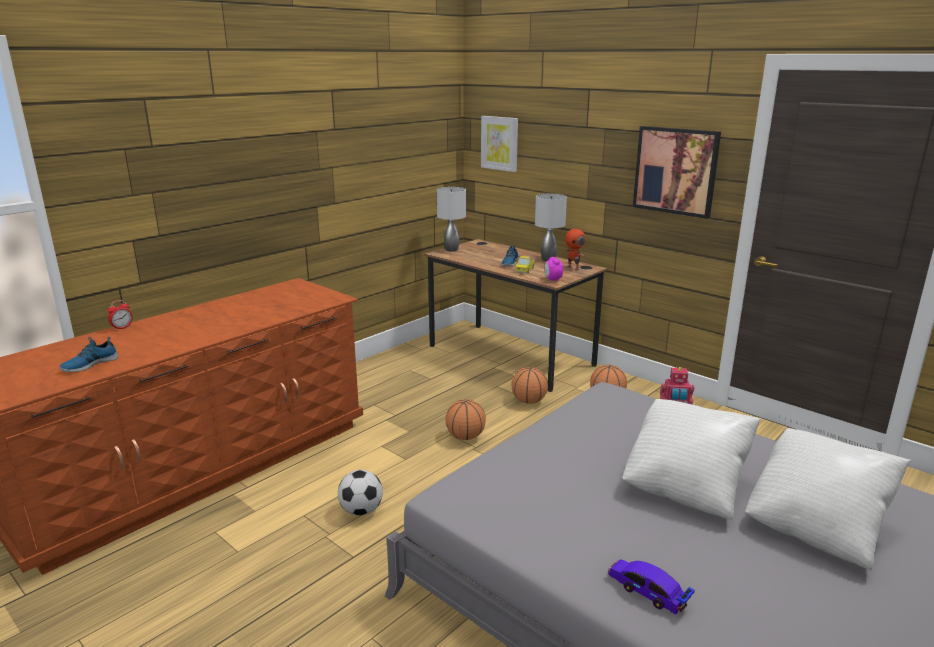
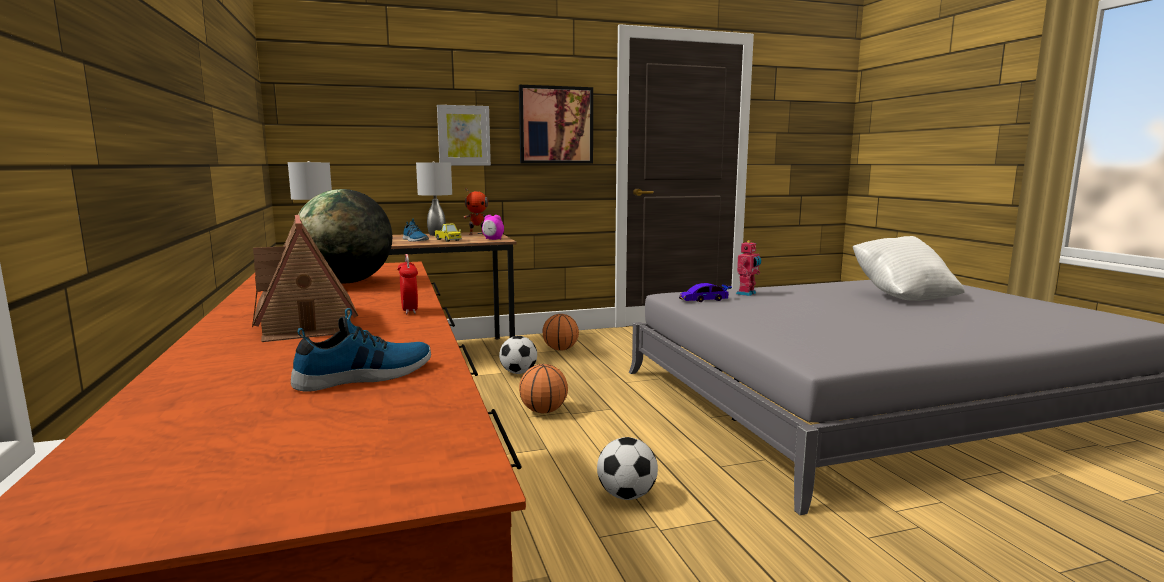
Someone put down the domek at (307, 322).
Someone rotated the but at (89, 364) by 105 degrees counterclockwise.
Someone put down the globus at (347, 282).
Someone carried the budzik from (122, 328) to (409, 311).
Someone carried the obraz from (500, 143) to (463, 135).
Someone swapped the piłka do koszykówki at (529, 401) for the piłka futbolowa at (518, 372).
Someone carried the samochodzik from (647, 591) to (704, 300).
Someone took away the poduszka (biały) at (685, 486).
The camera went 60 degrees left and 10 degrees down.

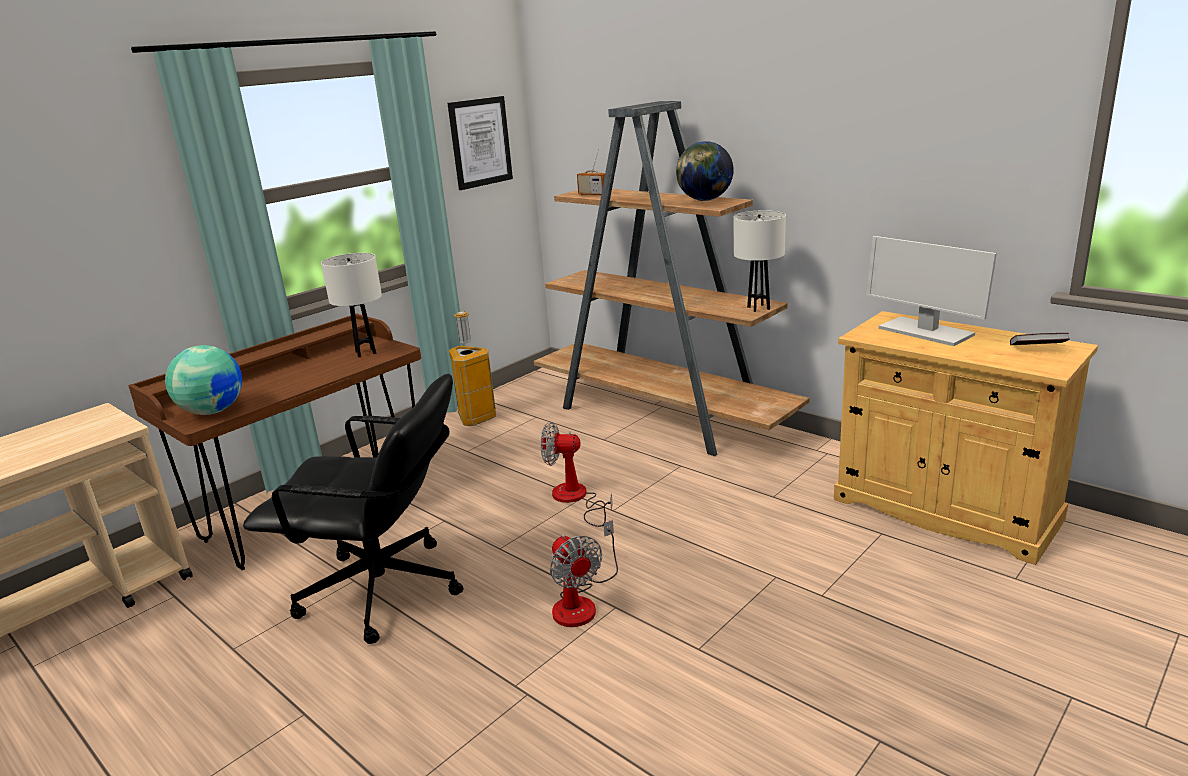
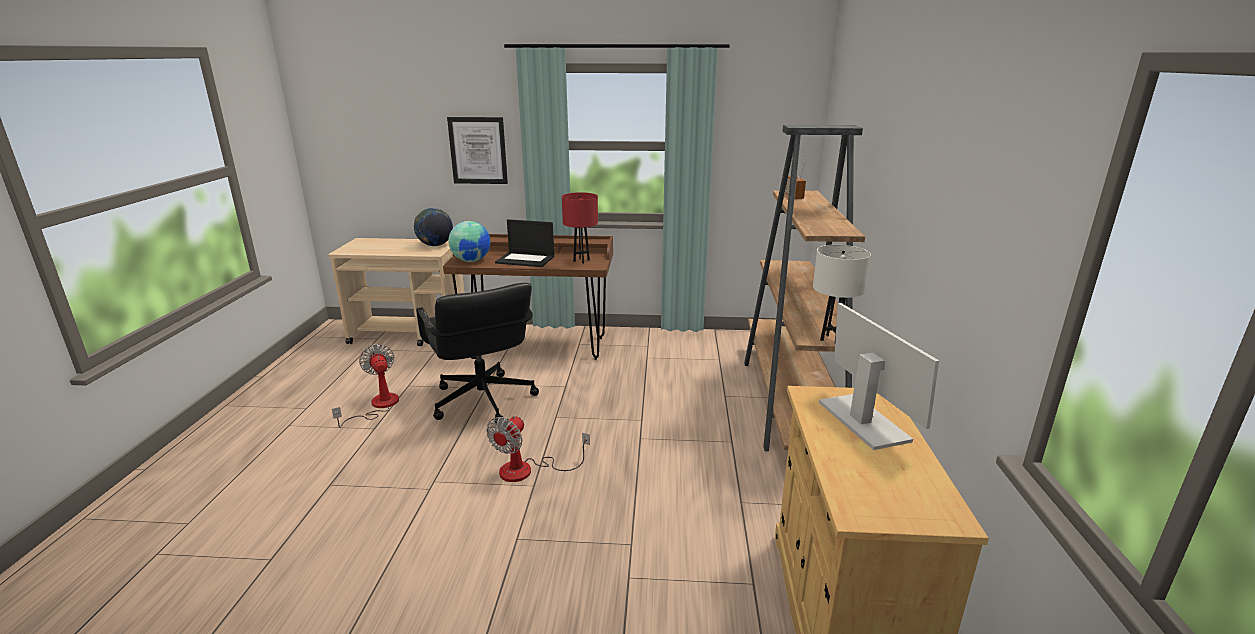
Someone carried the wentylator from (575, 499) to (377, 406).
Someone carried the globus from (705, 200) to (435, 245).
Someone carried the obraz from (480, 142) to (478, 150).
Someone put down the laptop at (526, 259).
Someone repainted the lampa stołowa (biały) at (366, 353), which became the lampa stołowa (czerwony) at (581, 261).
Someone rotated the monitor at (924, 332) by 150 degrees clockwise.
Someone took away the kosz na śmieci at (475, 418).
Someone took away the książka at (1037, 349).
The camera went 50 degrees right and 0 degrees up.

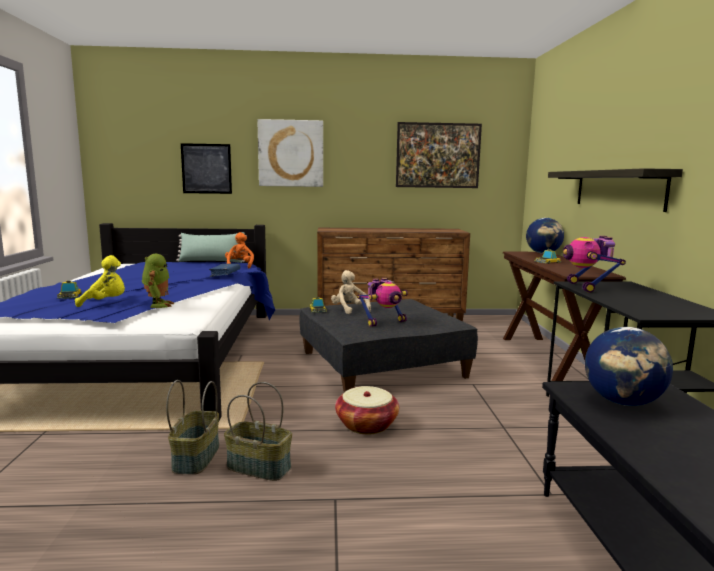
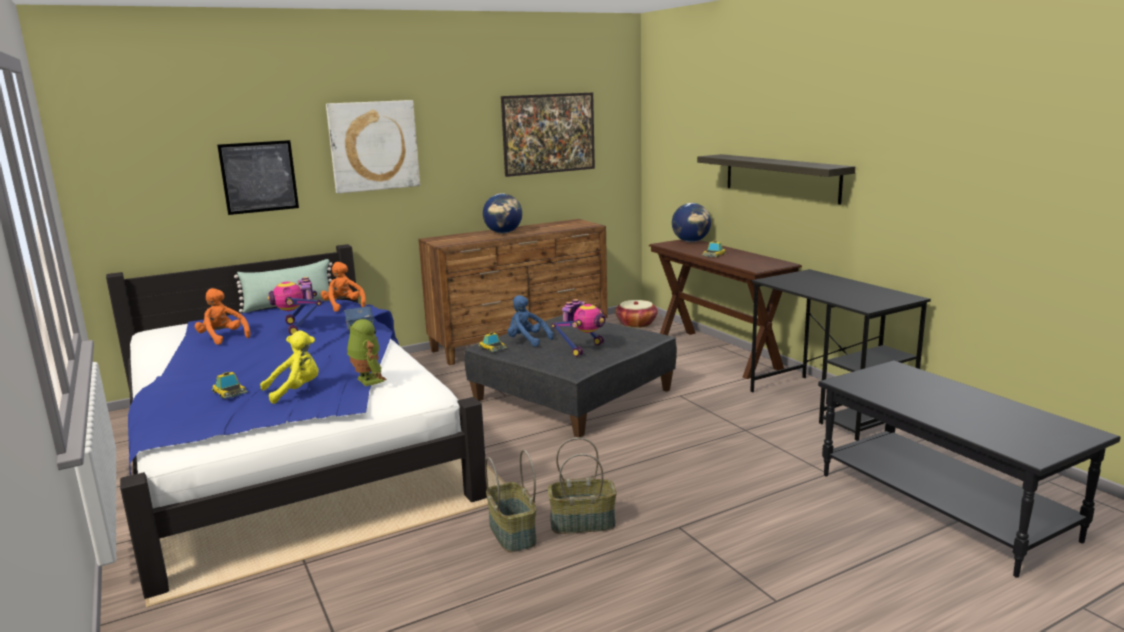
Someone put down the pluszak (pomarańczowy) at (223, 338).
Someone carried the robot zabawkowy from (587, 287) to (299, 328).
Someone carried the globus from (623, 402) to (503, 233).
Someone repainted the pluszak (beżowy) at (349, 310), which became the pluszak (niebieski) at (527, 341).
Someone carried the koszyk from (366, 425) to (636, 324).
The camera went 25 degrees left and 5 degrees up.

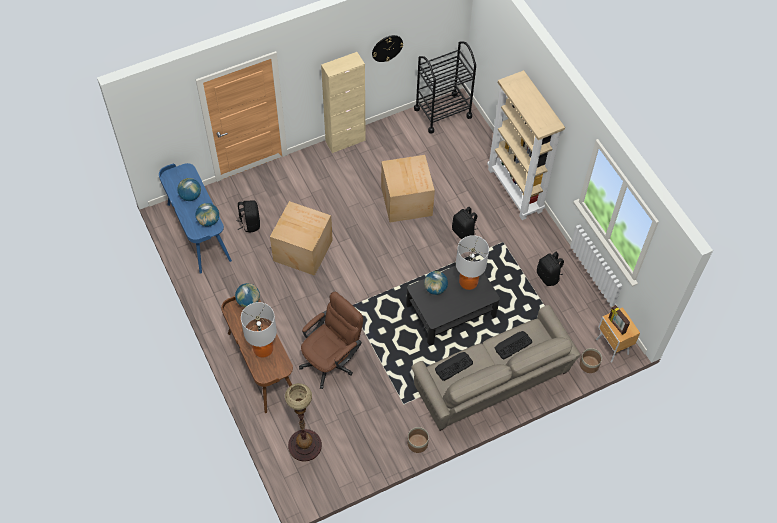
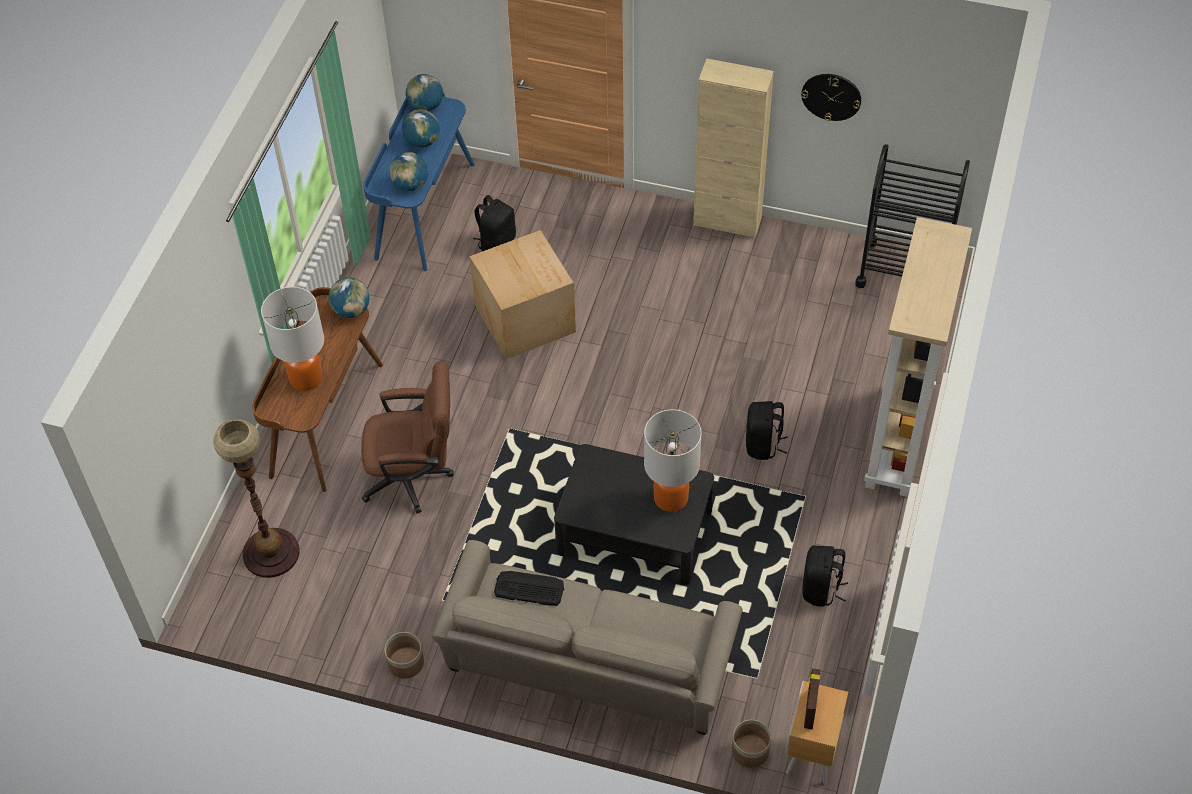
Someone carried the globus from (435, 288) to (426, 106).
Someone took away the karton at (407, 200).
Someone took away the klawiatura at (513, 345).
The camera went 45 degrees right and 5 degrees down.

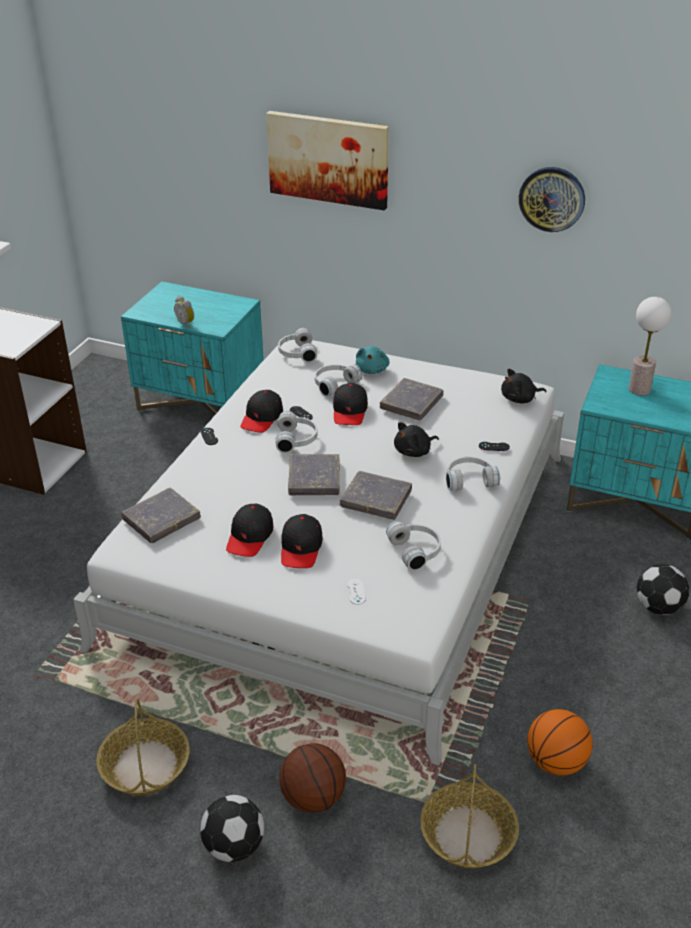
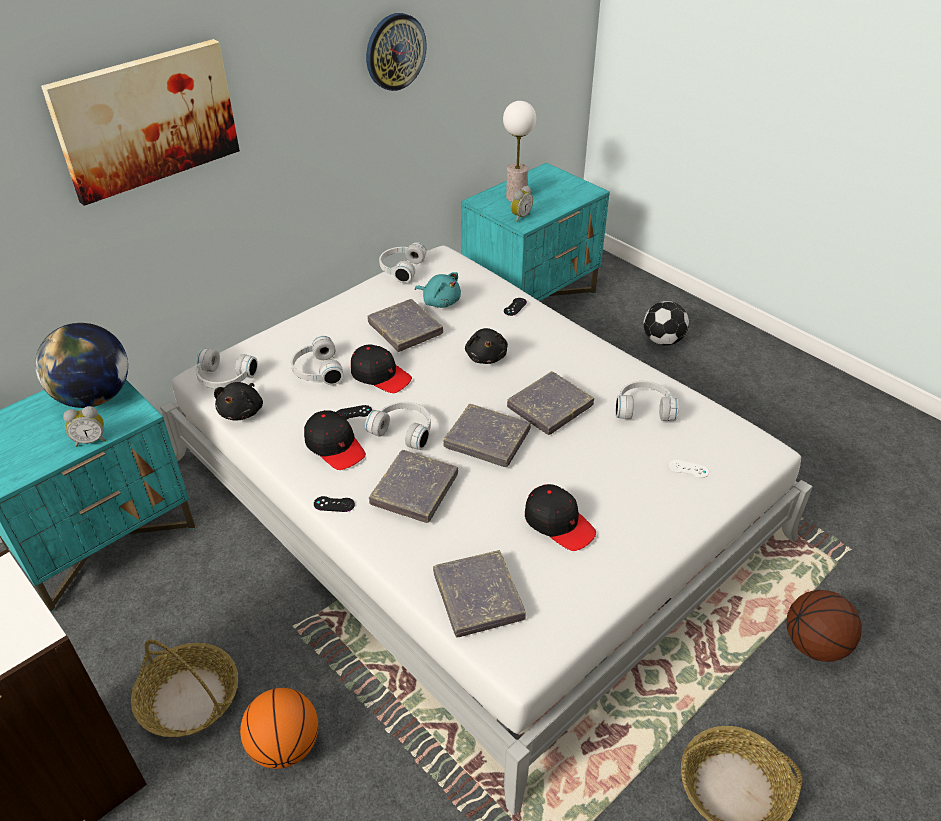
Someone put down the globus at (95, 397).
Someone carried the koszyk from (468, 835) to (190, 699).
Someone carried the pluszak (czarny) from (520, 399) to (242, 411).
Someone carried the piłka do koszykówki from (556, 762) to (285, 746).
Someone put down the książka (szary) at (415, 490).
Someone carried the słuchawki (biały) from (469, 479) to (400, 269).
Someone carried the pluszak (turkusowy) from (372, 370) to (440, 301).
Someone put down the budzik at (520, 217).
Someone took away the piłka futbolowa at (233, 847).
Someone took away the czapka z daszkiem (czarny) at (301, 548).
The camera went 65 degrees left and 5 degrees up.

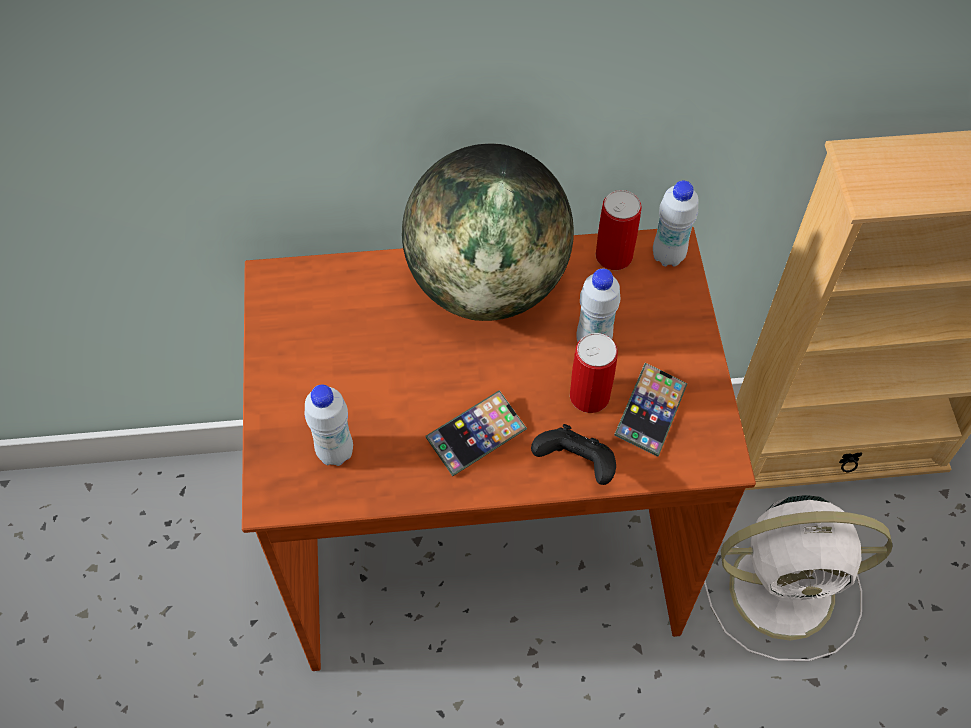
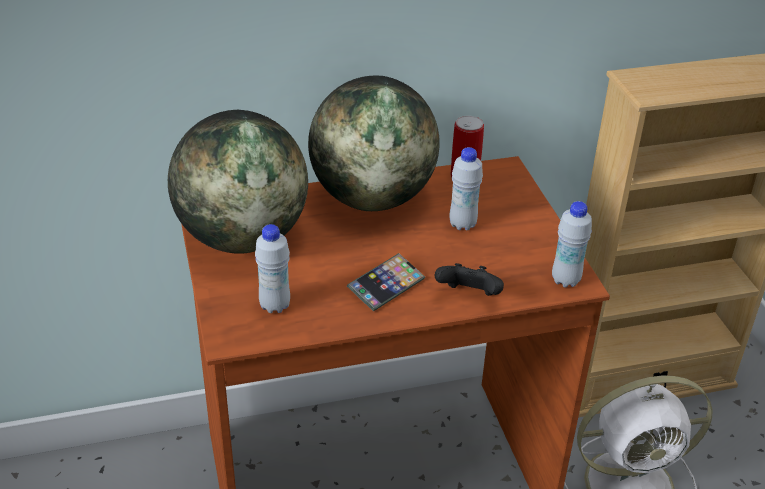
Someone put down the globus at (242, 238).
Someone carried the butelka (biały) from (668, 256) to (565, 280).
Someone took away the puszka at (589, 396).
Someone took away the telefon at (650, 412).
The camera went 10 degrees left and 20 degrees down.

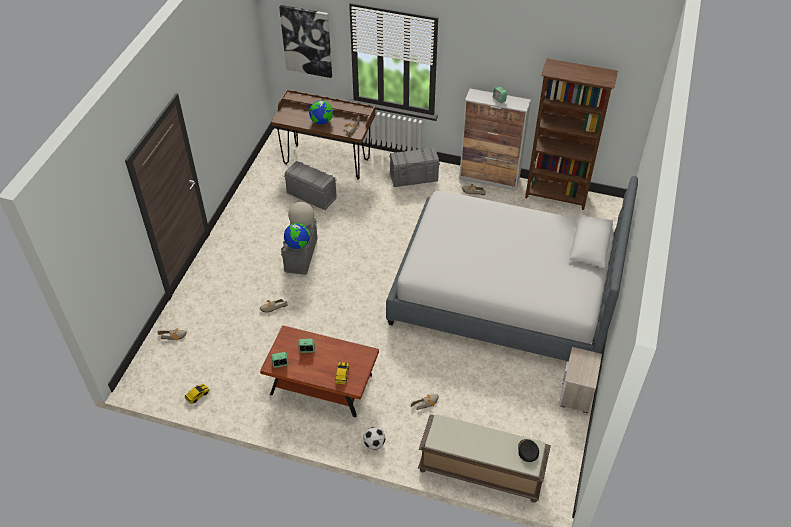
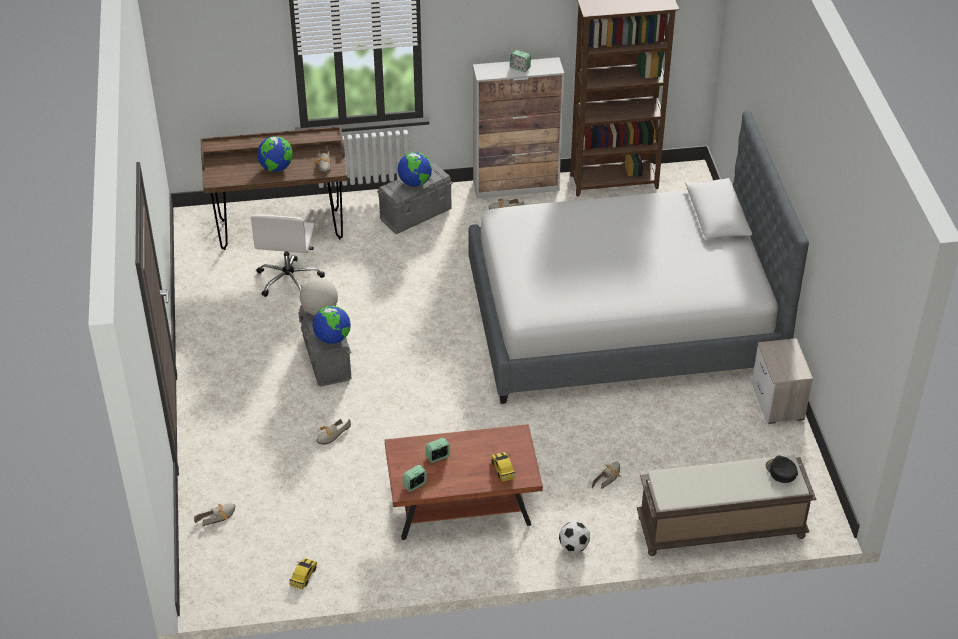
Someone swapped the pojemnik do przechowywania (szary) at (311, 196) for the krzesło biurowe (biały) at (289, 279).
Someone put down the globus at (415, 183).
Someone took away the obraz at (307, 41).
The camera went 25 degrees left and 5 degrees down.

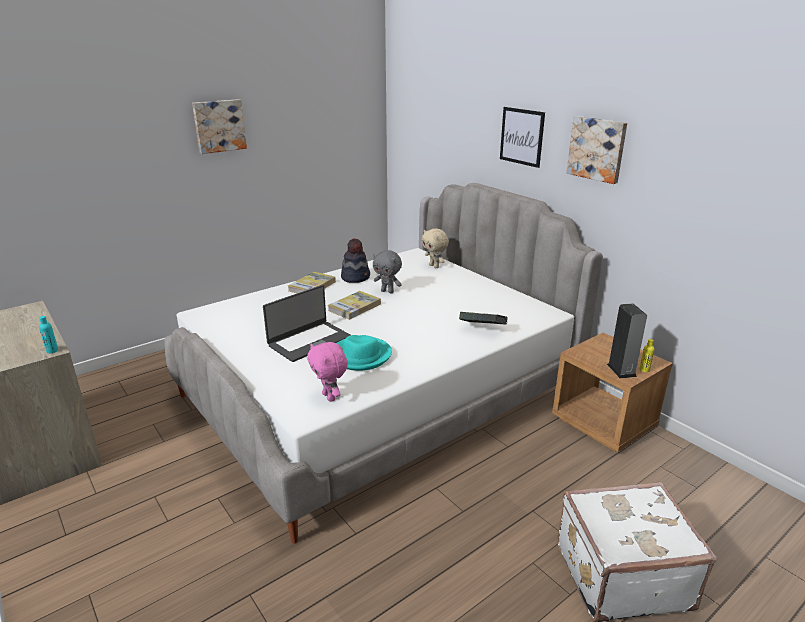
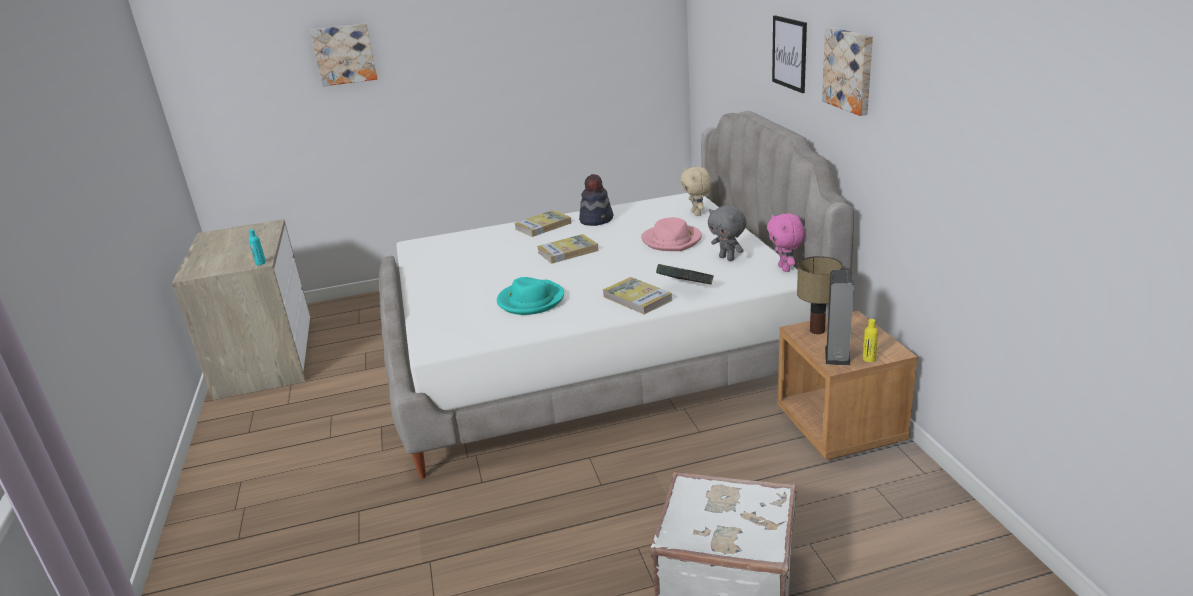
Someone carried the obraz from (219, 126) to (344, 54).
Someone put down the książka at (637, 298).
Someone put down the kapelusz (różowy) at (672, 240).
Someone carried the pluszak (szary) from (387, 291) to (727, 258).
Someone carried the pluszak (różowy) from (330, 397) to (785, 268).
Someone put down the lampa stołowa at (818, 330).
Someone took away the laptop at (309, 341).
The camera went 25 degrees right and 0 degrees up.

